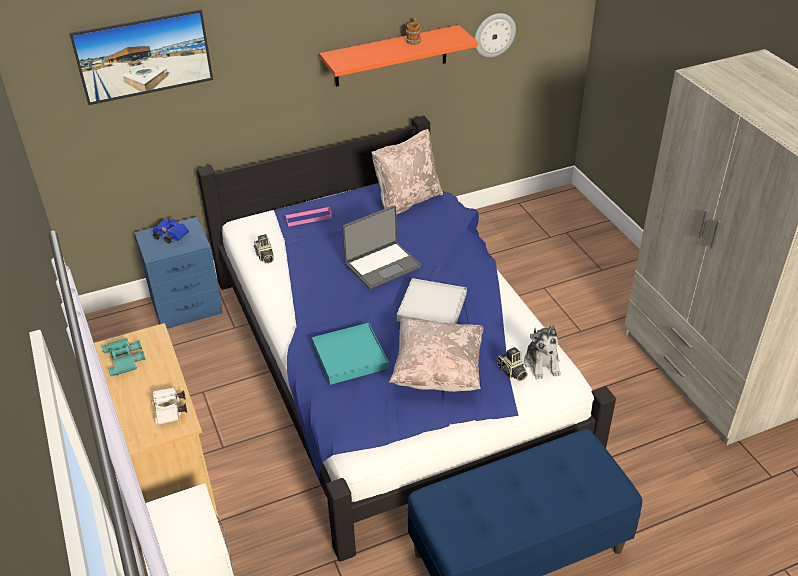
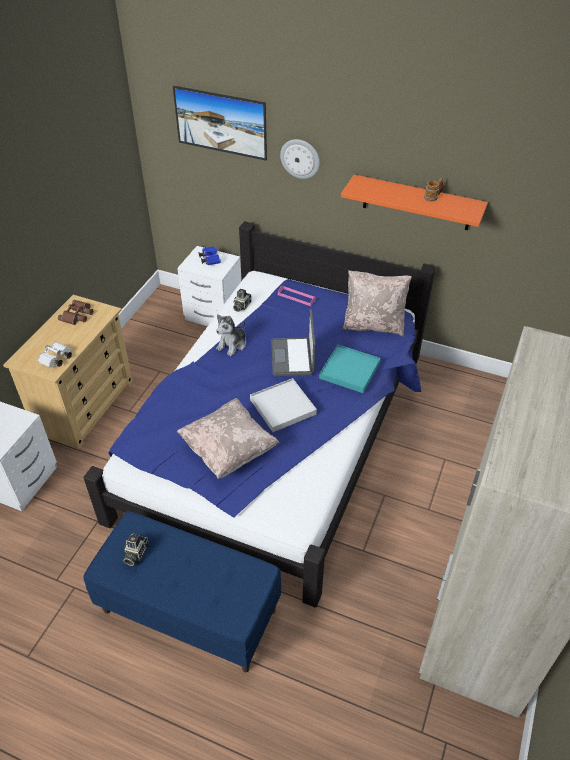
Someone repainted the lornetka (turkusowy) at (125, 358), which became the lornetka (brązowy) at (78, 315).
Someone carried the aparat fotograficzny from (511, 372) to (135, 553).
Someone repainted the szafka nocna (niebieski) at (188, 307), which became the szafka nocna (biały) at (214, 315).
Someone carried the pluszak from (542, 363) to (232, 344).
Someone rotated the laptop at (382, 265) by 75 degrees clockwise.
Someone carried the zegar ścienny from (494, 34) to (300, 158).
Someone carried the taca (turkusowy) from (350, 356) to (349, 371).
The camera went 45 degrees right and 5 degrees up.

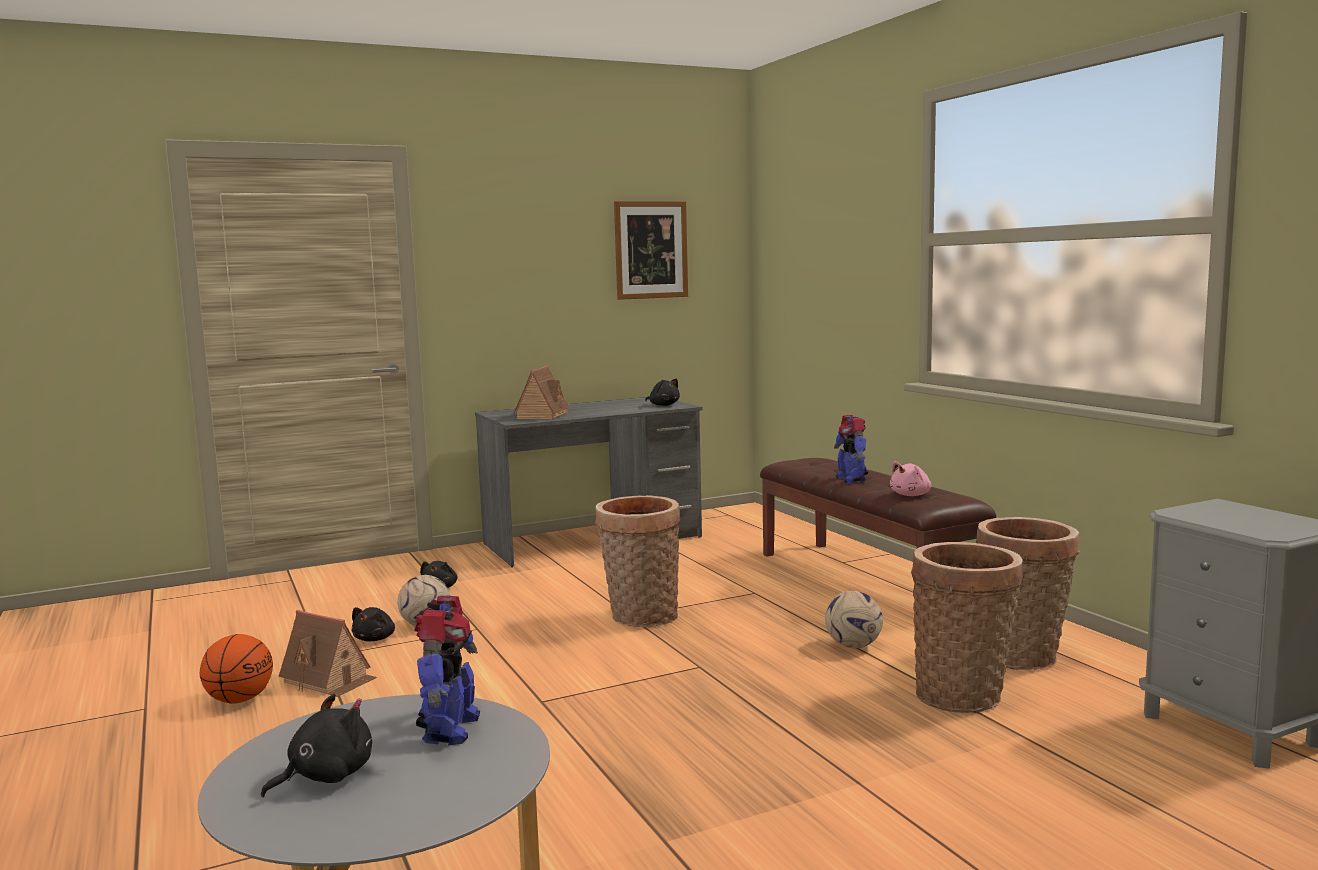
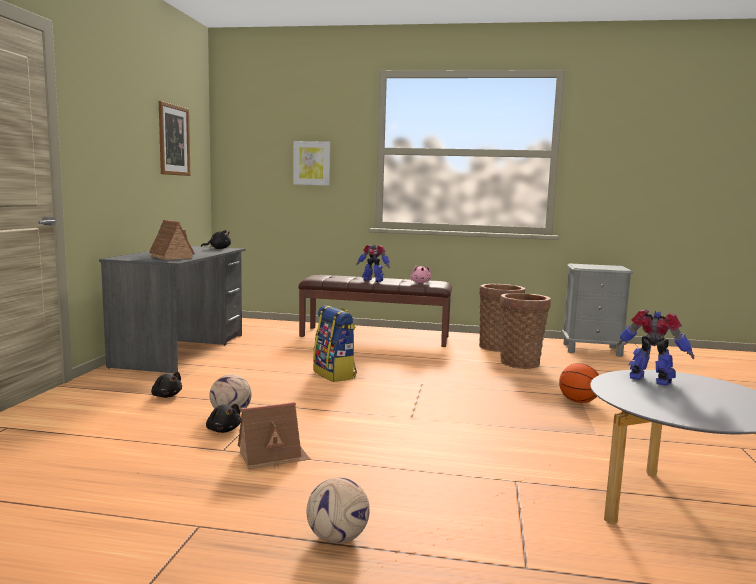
Someone put up the obraz at (312, 163).
Someone carried the piłka futbolowa from (853, 646) to (338, 539).
Someone swapped the koszyk at (641, 618) for the plecak at (335, 374).
Someone carried the piłka do koszykówki from (240, 700) to (577, 402).
Someone took away the pluszak (czarny) at (325, 776).
The camera went 55 degrees left and 0 degrees up.

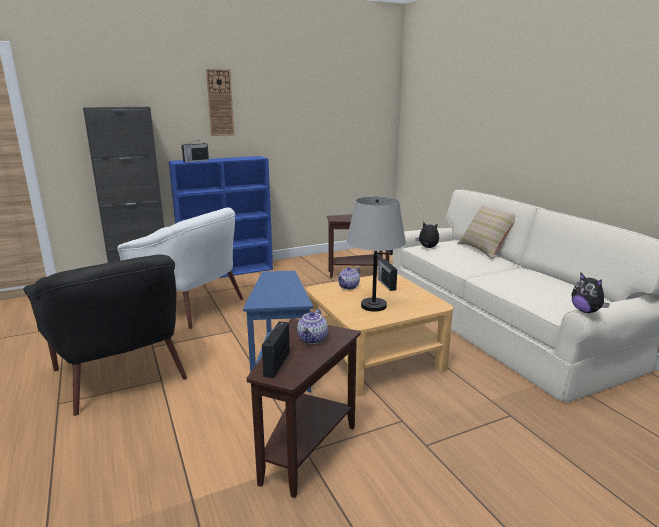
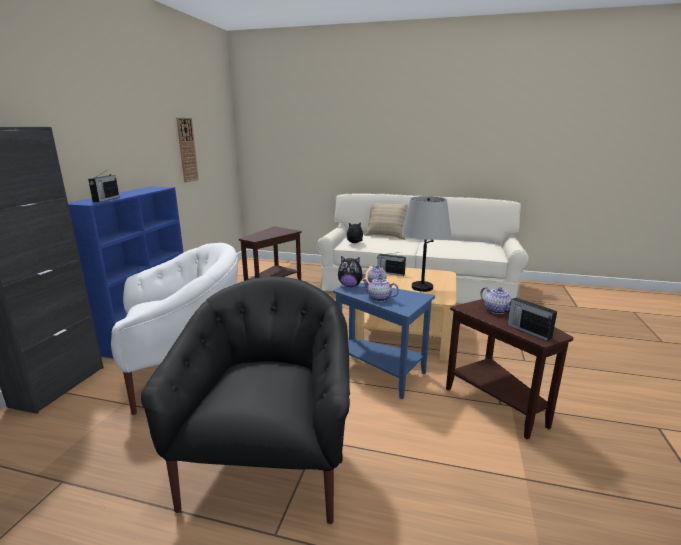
Someone rotated the fotel (czarny) at (122, 374) by 90 degrees counterclockwise.
Someone carried the zegar ścienny from (220, 103) to (187, 150).
Someone carried the pluszak from (586, 311) to (350, 285).
Someone put down the imbryk at (379, 298).
The camera went 50 degrees left and 0 degrees up.

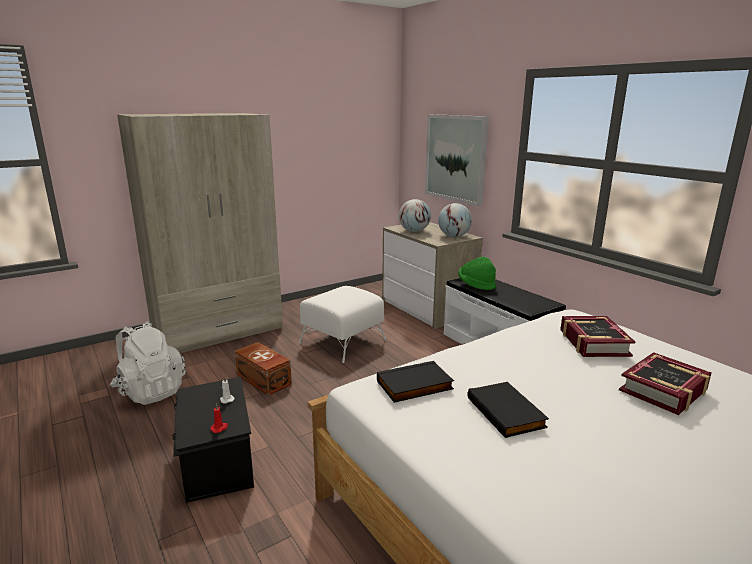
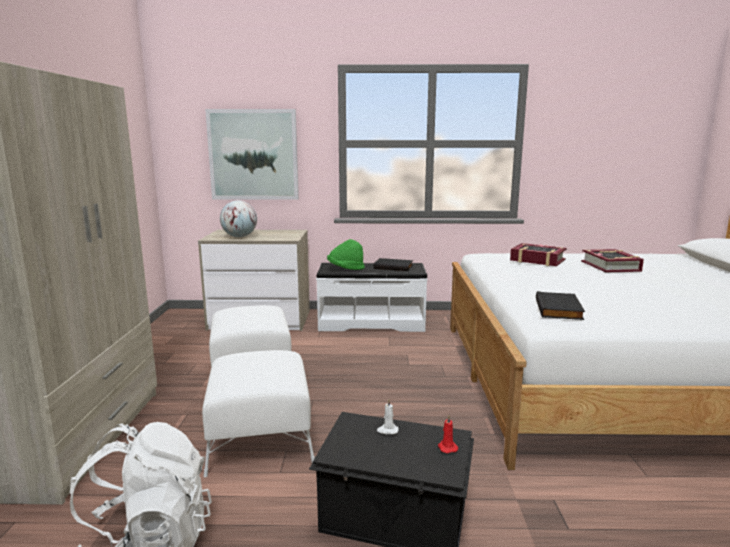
Someone swapped the pojemnik do przechowywania (brązowy) at (263, 380) for the pufa (biały) at (260, 440).
Someone carried the książka (czarny) from (507, 412) to (394, 267).
Someone took away the globus at (454, 236).
The camera went 55 degrees left and 5 degrees down.

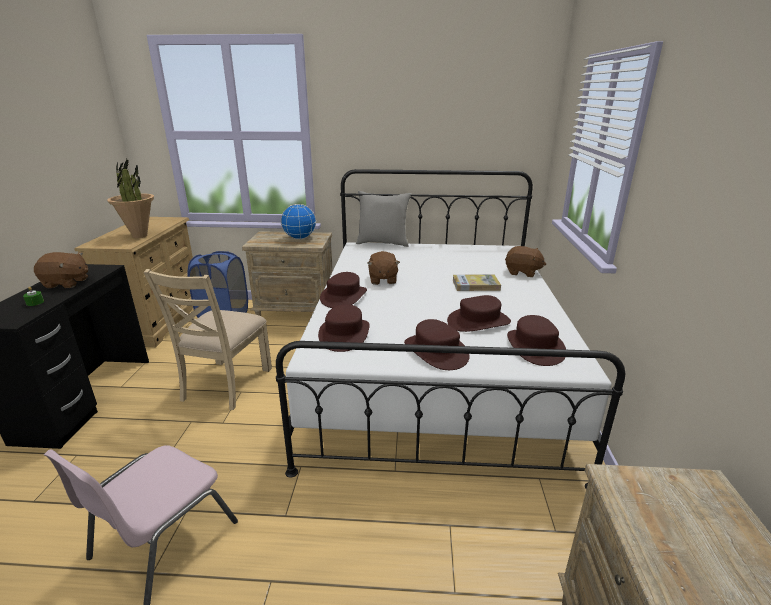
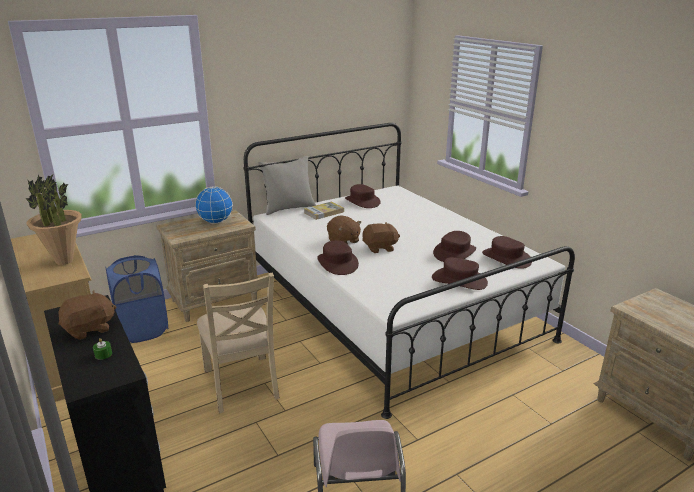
Someone carried the książka from (475, 285) to (324, 212).
Someone carried the kapelusz (brązowy) from (344, 334) to (362, 201).
Someone carried the pluszak (brązowy) from (522, 272) to (380, 248).
The camera went 35 degrees left and 0 degrees up.

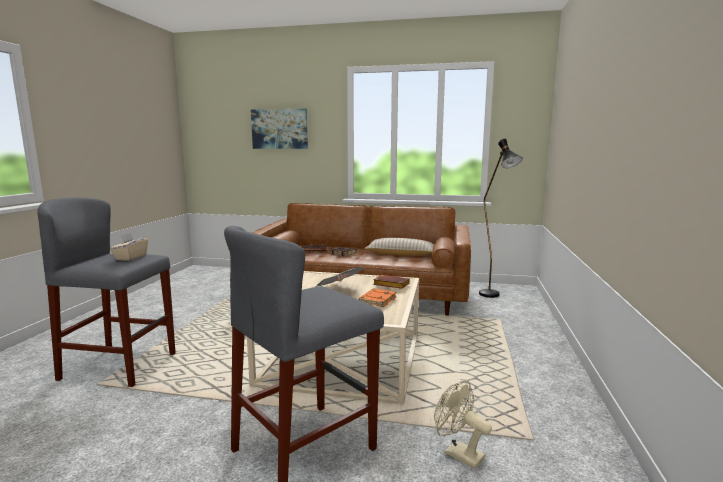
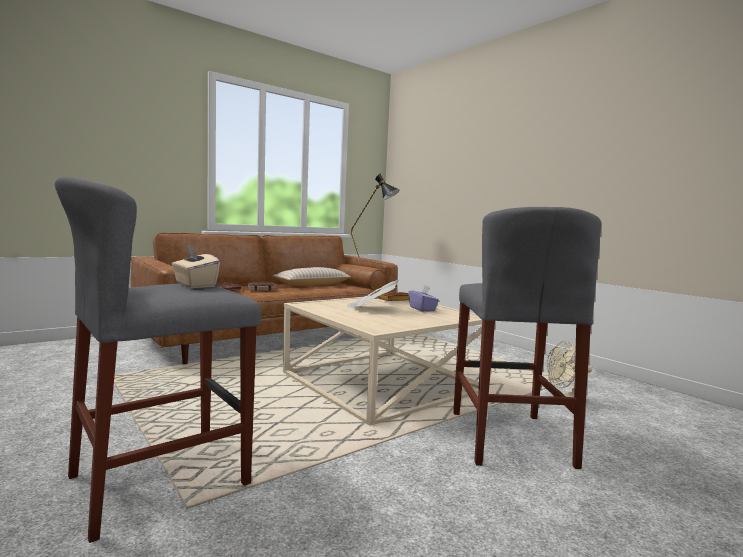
Someone swapped the książka (pomarańczowy) at (377, 300) for the pudełko chusteczek (fioletowy) at (422, 309).
Someone took away the obraz at (279, 129).
The camera went 50 degrees left and 5 degrees down.

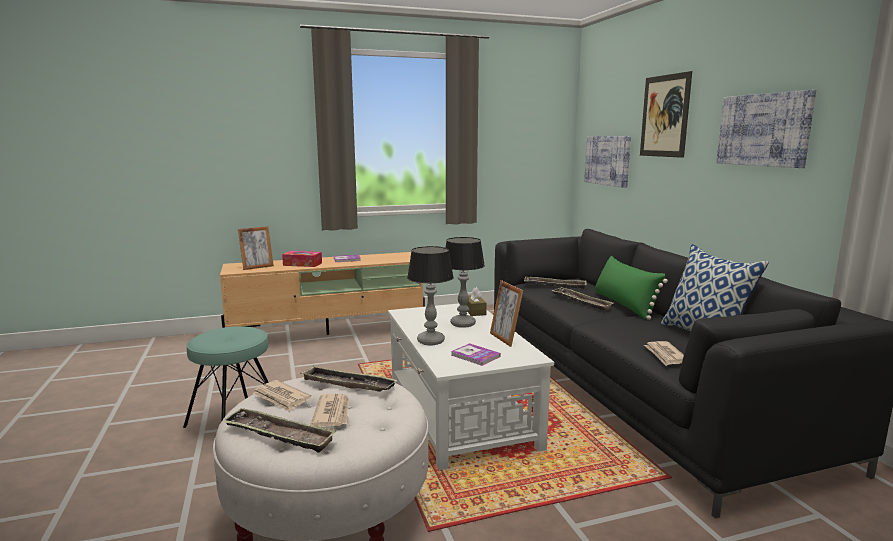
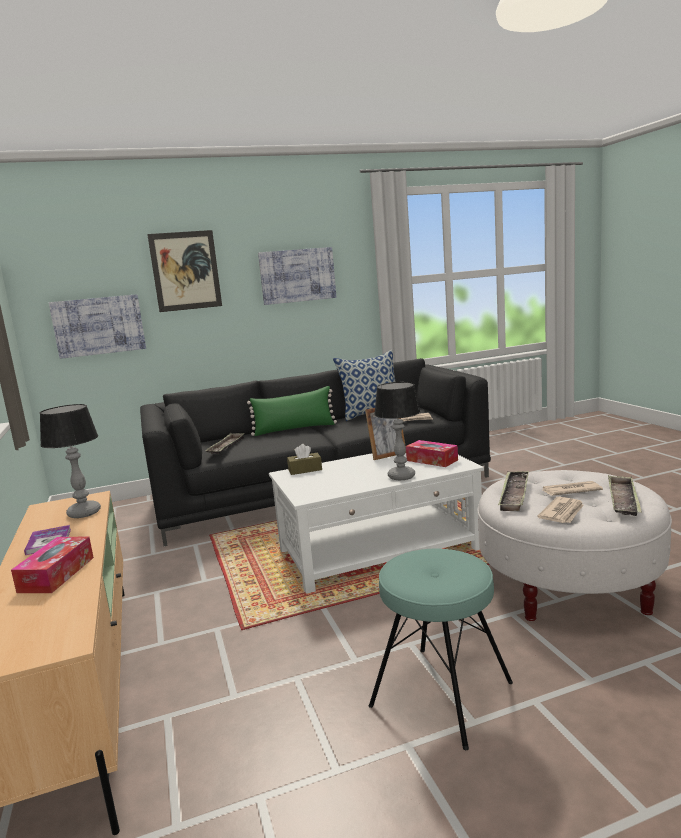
Someone carried the lampa stołowa from (463, 324) to (83, 513).
Someone swapped the książka at (475, 356) for the pudełko chusteczek at (432, 460).
Someone took away the ramka na zdjęcie at (257, 267).
Someone took away the taca at (581, 302).
The camera went 90 degrees left and 0 degrees up.

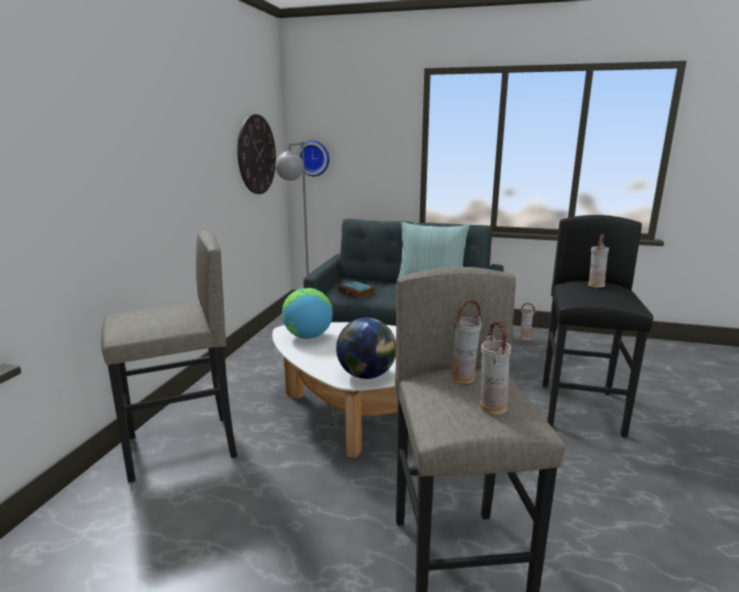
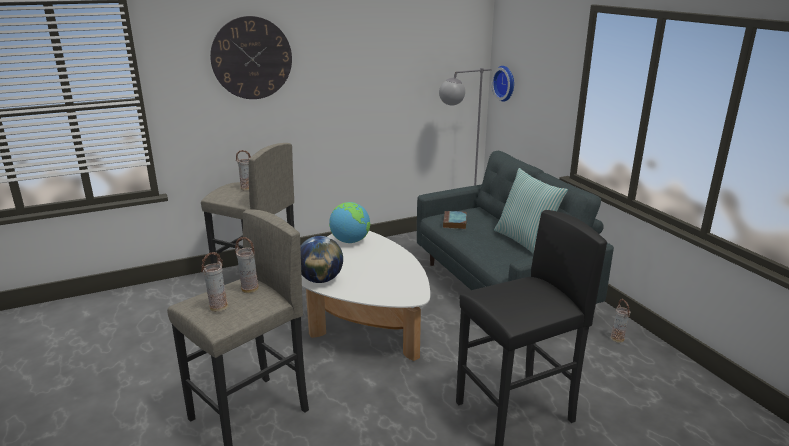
Someone carried the zegar ścienny from (256, 155) to (252, 58).
Someone carried the wazon from (595, 285) to (246, 189).
The camera went 50 degrees right and 5 degrees up.

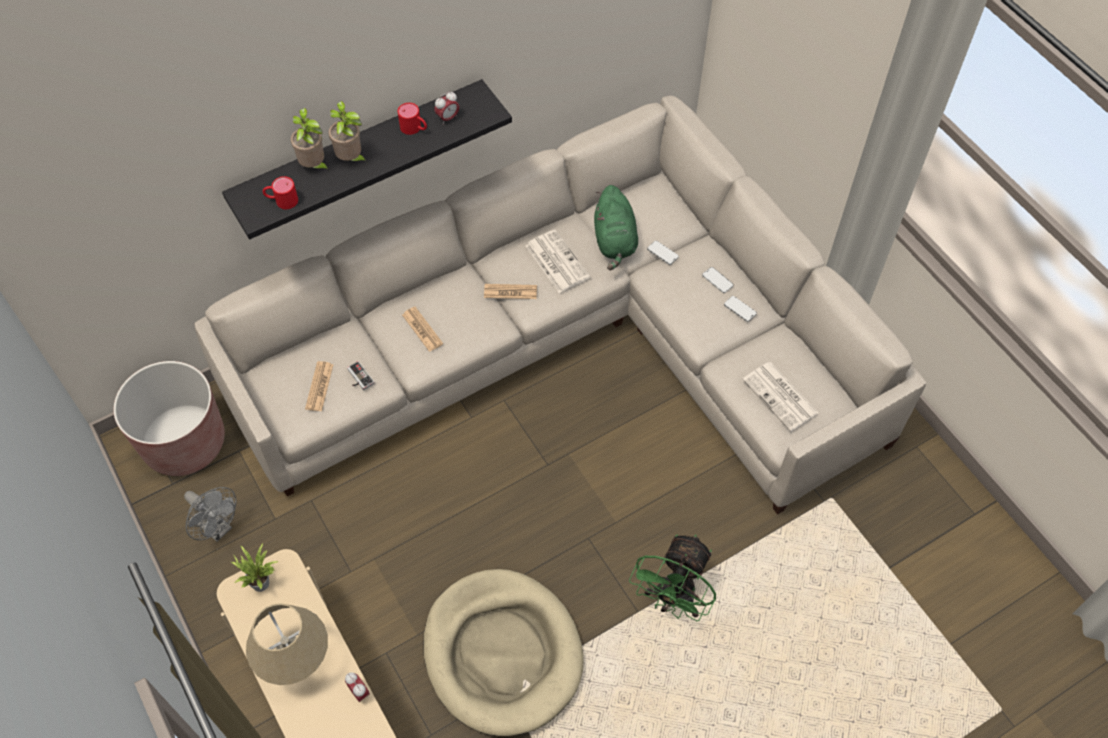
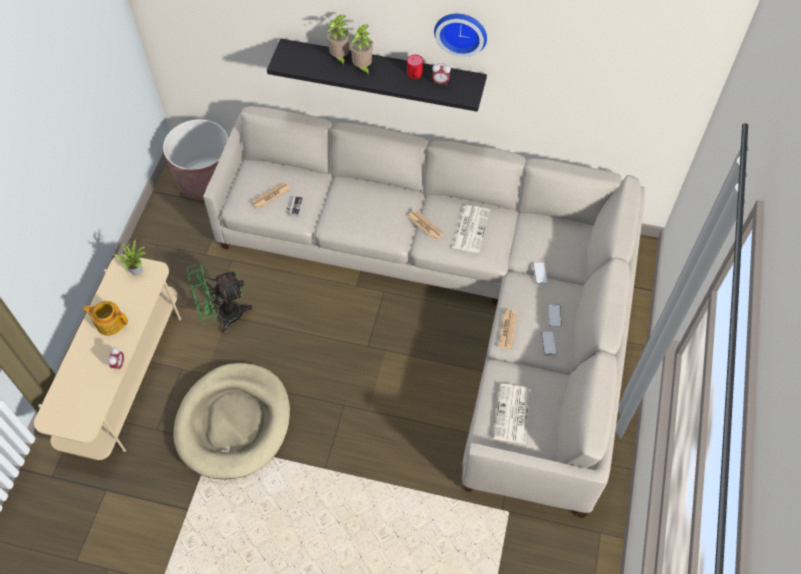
Someone swapped the lampa stołowa (beżowy) at (296, 661) for the imbryk at (110, 323).
Someone carried the wentylator (zielony) from (672, 600) to (223, 316).
Someone put up the zegar ścienny at (461, 31).
Someone carried the gazeta from (422, 329) to (507, 329).
Someone took away the wentylator (szary) at (218, 528).
Someone took away the kubek (czerwony) at (281, 200).
Someone took away the pluszak (zielony) at (614, 241).
The camera went 45 degrees right and 0 degrees up.

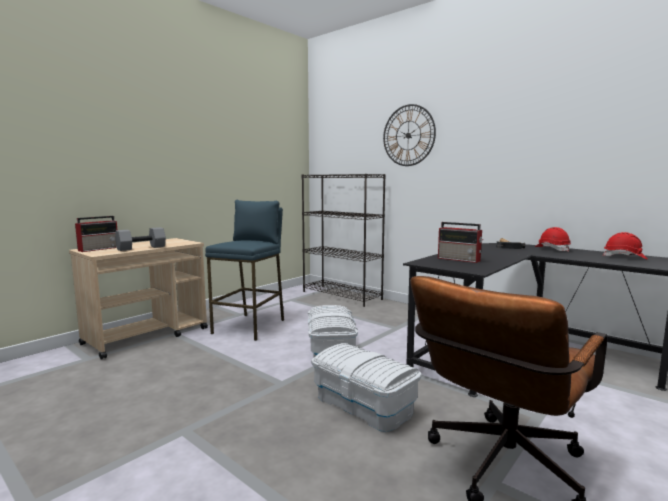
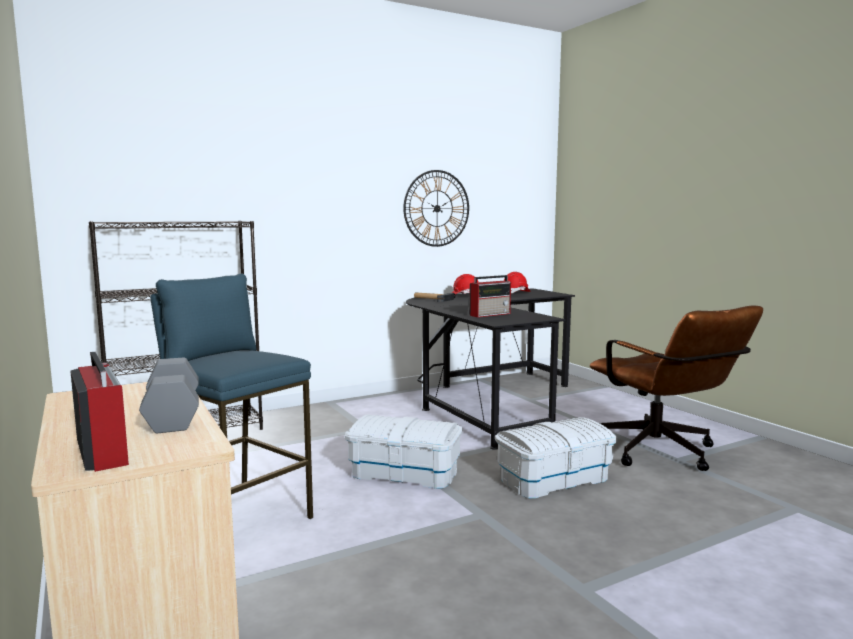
Someone carried the zegar ścienny from (408, 135) to (437, 208).
The camera went 70 degrees left and 0 degrees up.

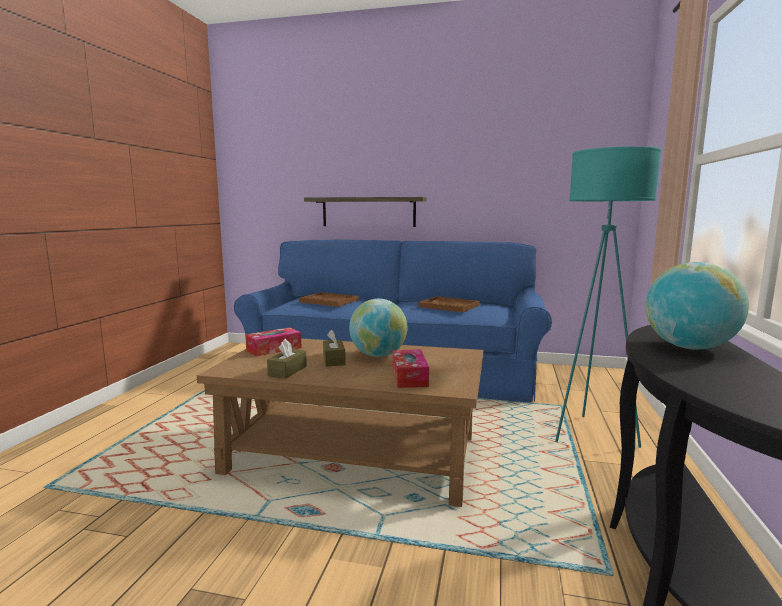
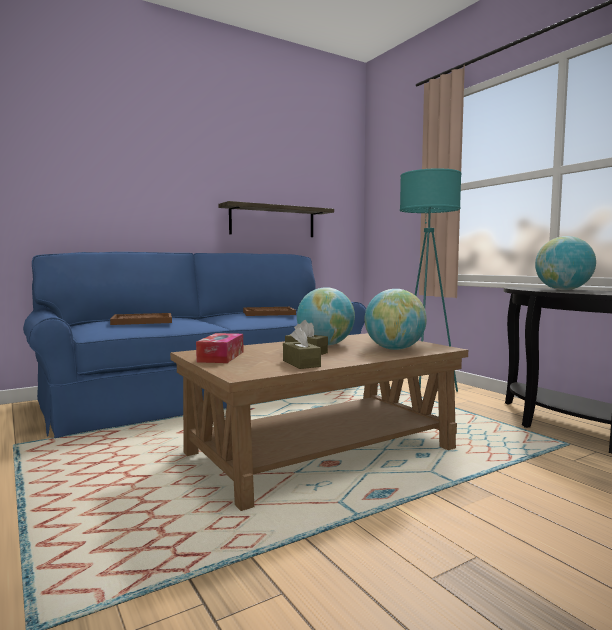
Someone carried the półka from (368, 212) to (272, 221).
Someone swapped the pudełko chusteczek at (409, 376) for the globus at (394, 349).
The camera went 45 degrees left and 5 degrees down.

